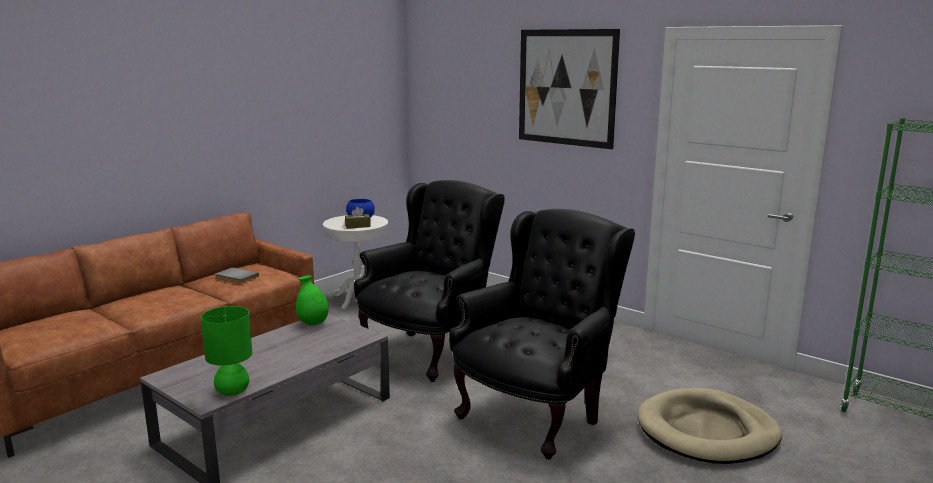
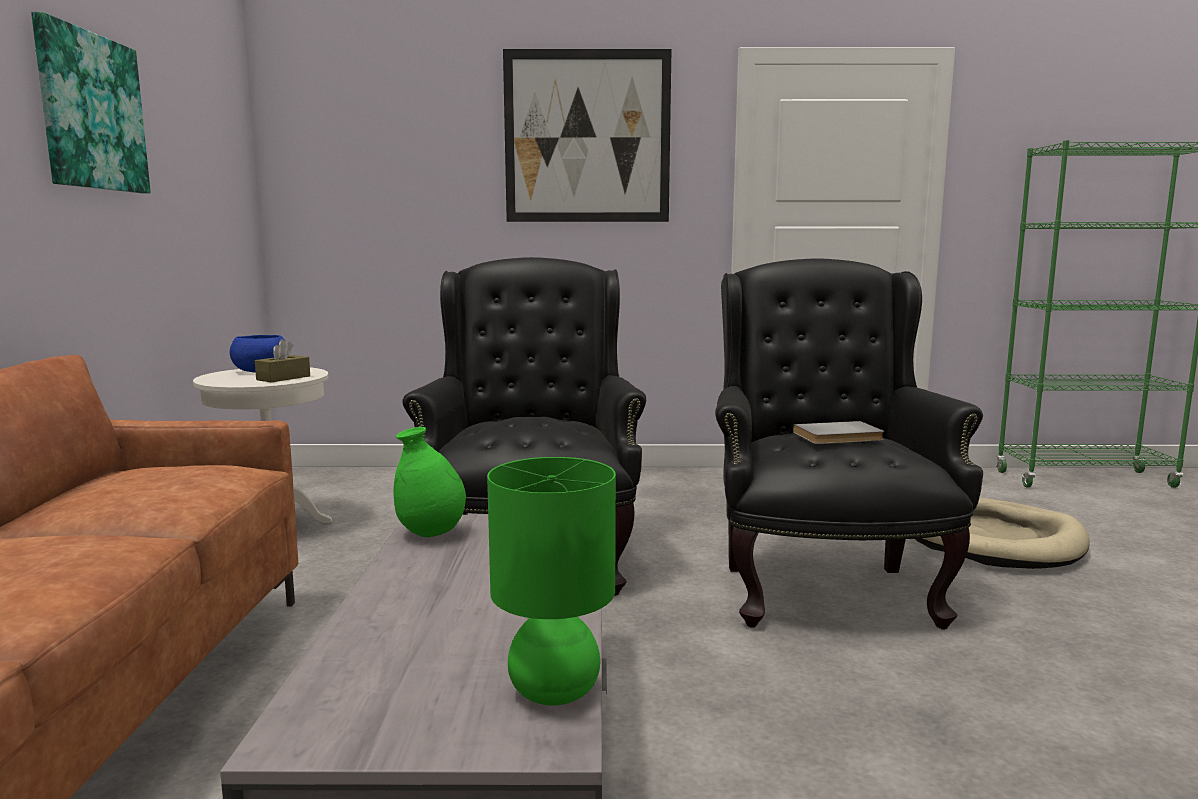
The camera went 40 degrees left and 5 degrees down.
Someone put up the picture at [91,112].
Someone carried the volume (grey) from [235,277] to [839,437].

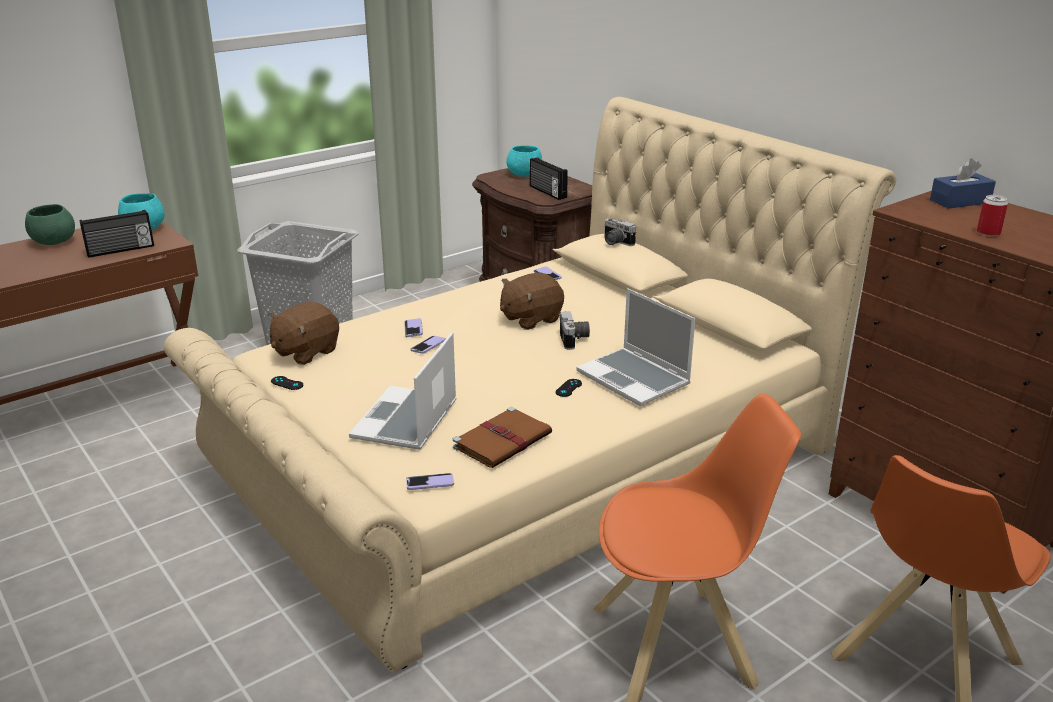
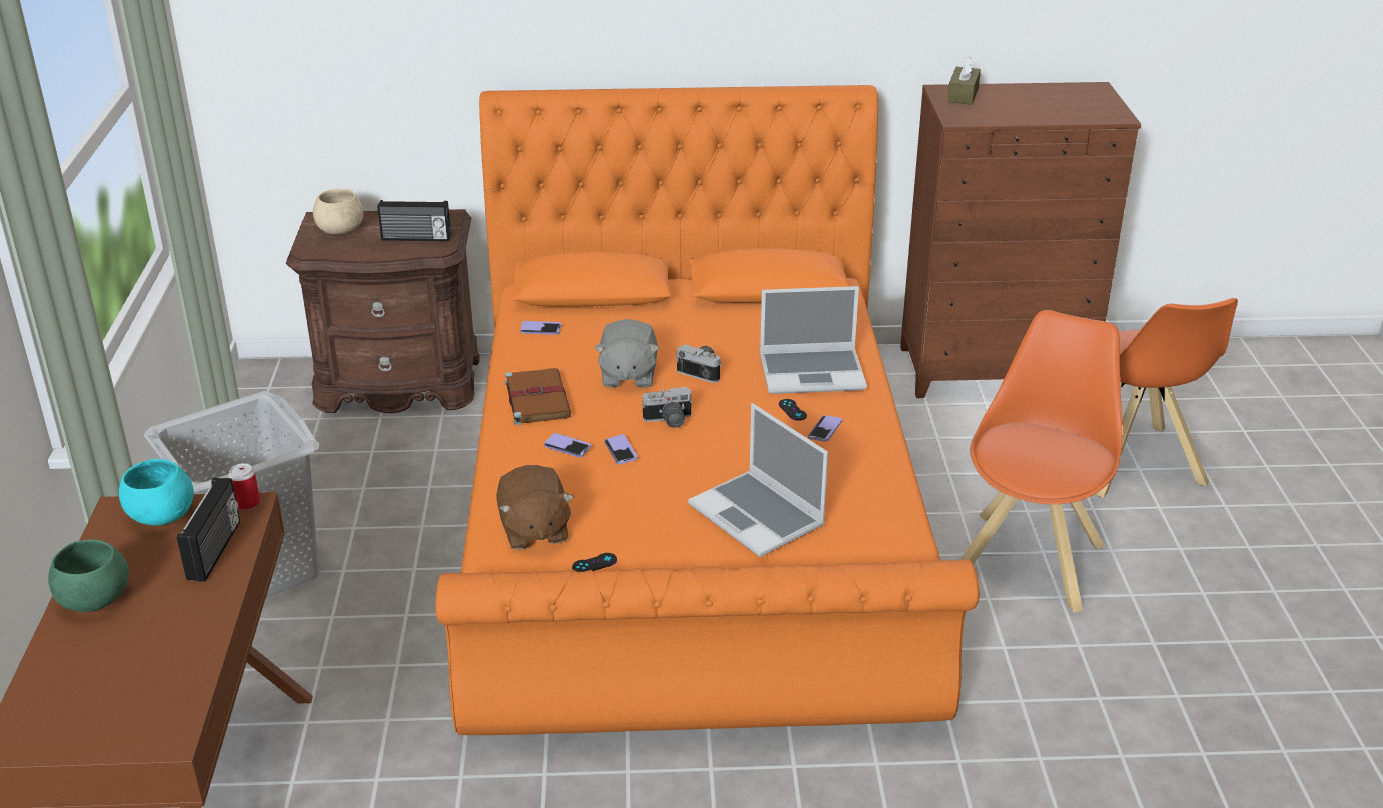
The camera went 55 degrees left and 5 degrees up.
Someone carried the can from [988,233] to [247,503].
Someone repainted the deep dish (turquoise-coloured) at [524,175], which became the deep dish (beige-coloured) at [341,230].
Someone repainted the bedroom bed (beige-coloured) at [526,454], which became the bedroom bed (orange-coloured) at [690,518].
Someone carried the volume (brownish) from [503,440] to [537,398].
Someone repainted the plush toy (brownish) at [530,319], which became the plush toy (grey) at [627,376].
Someone carried the photo camera from [615,242] to [668,421].
Someone carried the telephone from [430,483] to [825,430].
Someone repainted the tissue holder (blue) at [960,201], which became the tissue holder (brownish) at [963,95].

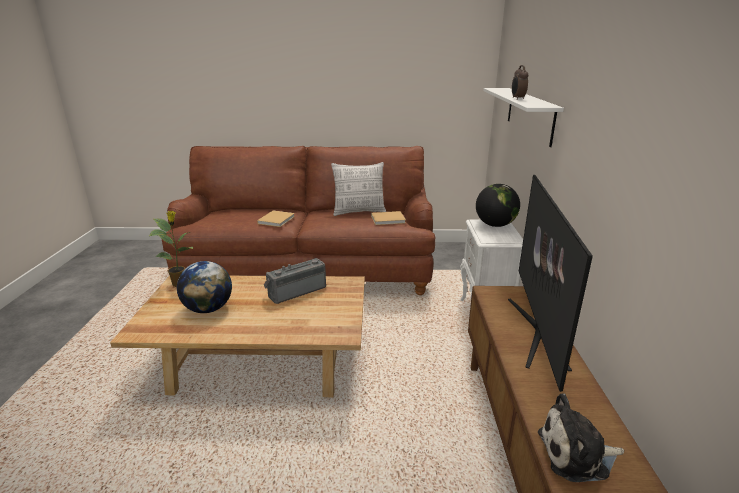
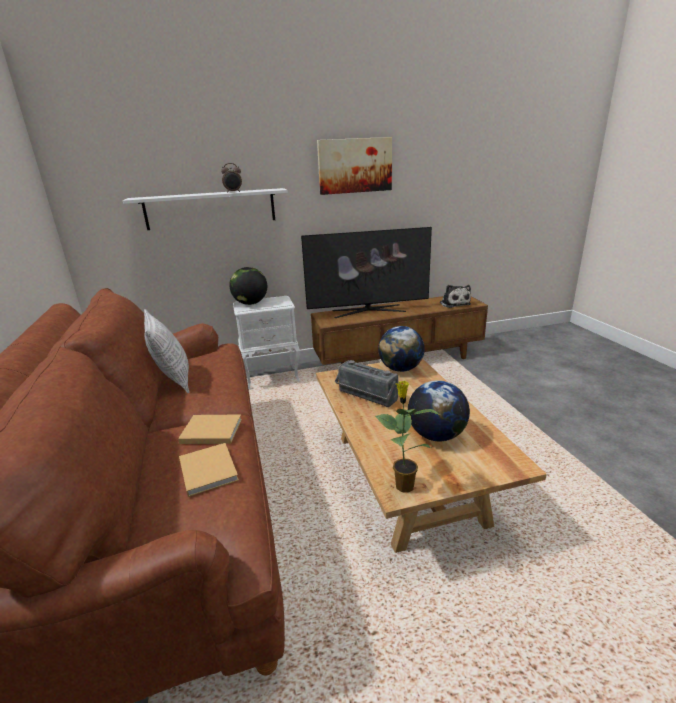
The camera went 105 degrees left and 0 degrees up.
Someone carried the volume (beige-coloured) from [389,219] to [208,469].
Someone put up the picture at [355,166].
Someone put down the world globe at [401,369].

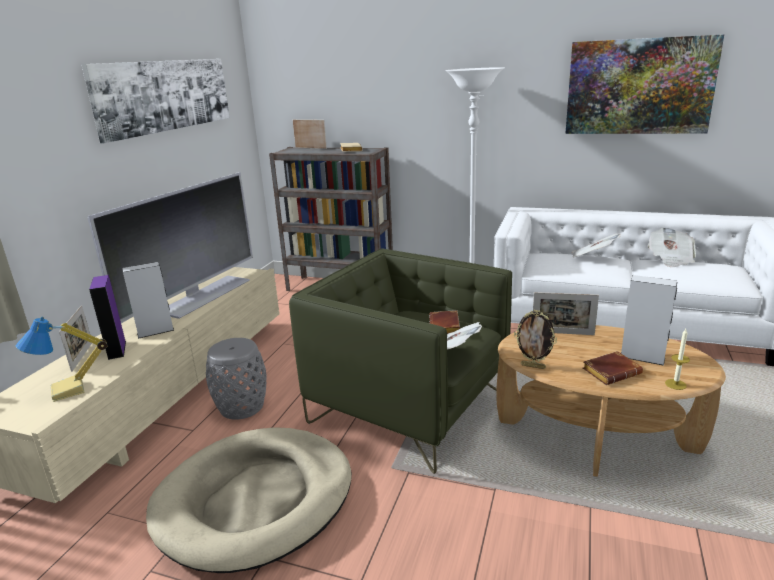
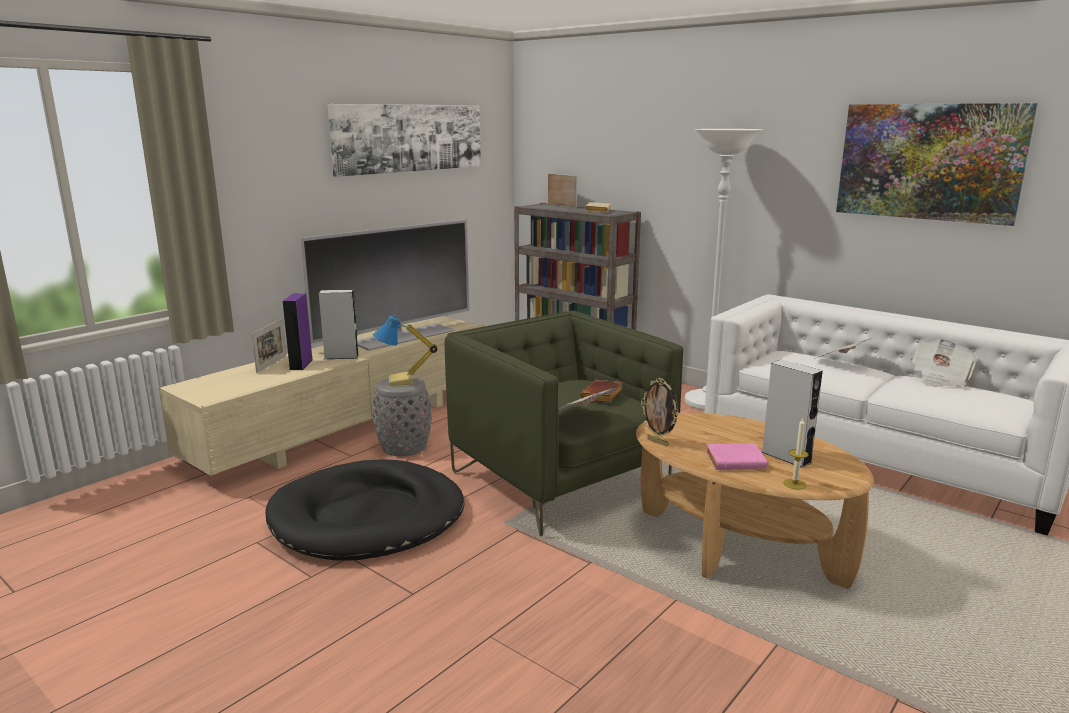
The camera went 20 degrees right and 5 degrees down.
Someone repainted the dog bed (beige-coloured) at [255,500], which became the dog bed (black) at [368,517].
Someone carried the lamp for a table from [68,391] to [401,382].
Someone repainted the volume (brownish) at [611,371], which became the volume (pink) at [736,461].
Someone took away the picture frame at [562,333].

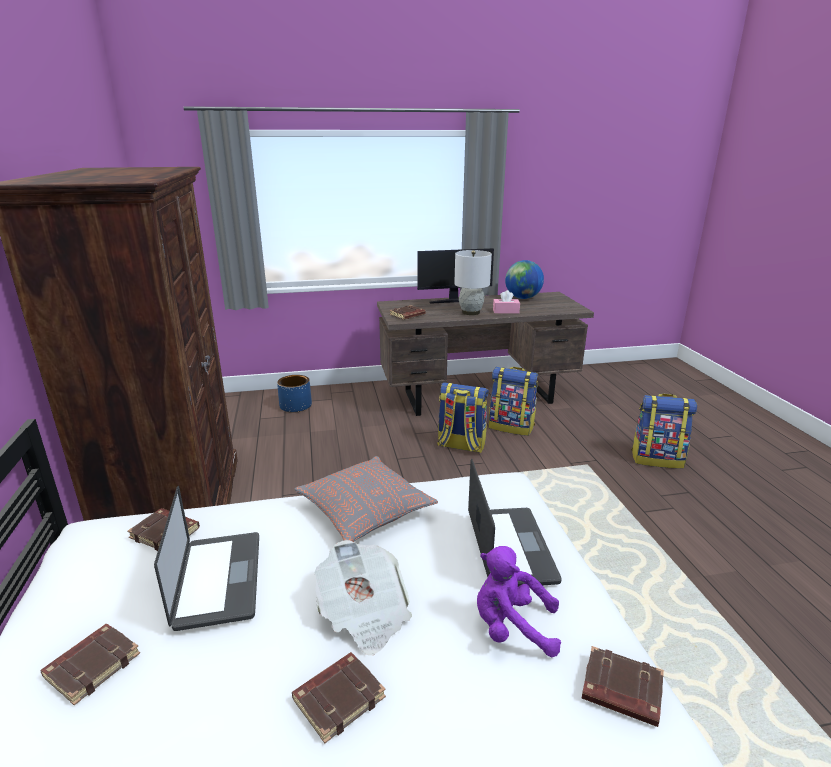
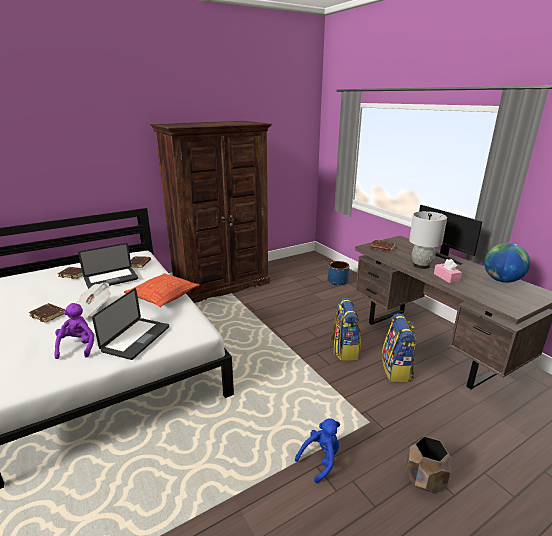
The camera went 70 degrees right and 0 degrees up.
Someone rotated the portable computer at [510,547] by 45 degrees counterclockwise.
Someone repainted the pillow (grey) at [365,511], which became the pillow (orange-coloured) at [163,297].
Someone put down the plush toy (blue) at [321,460].
Someone swapped the backpack at [657,459] for the flower pot (brownish) at [425,479].
Someone took away the volume (brownish) at [620,690].

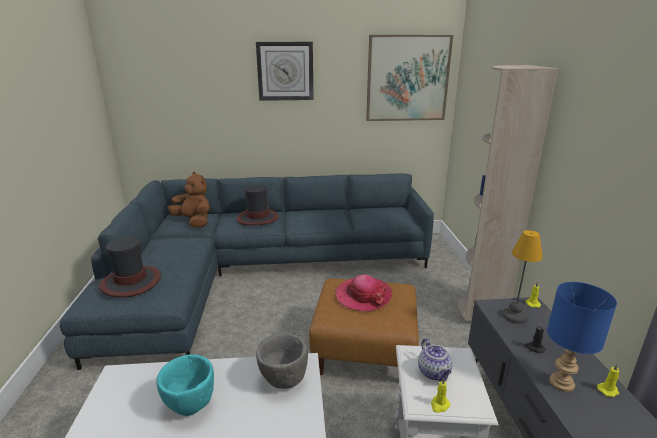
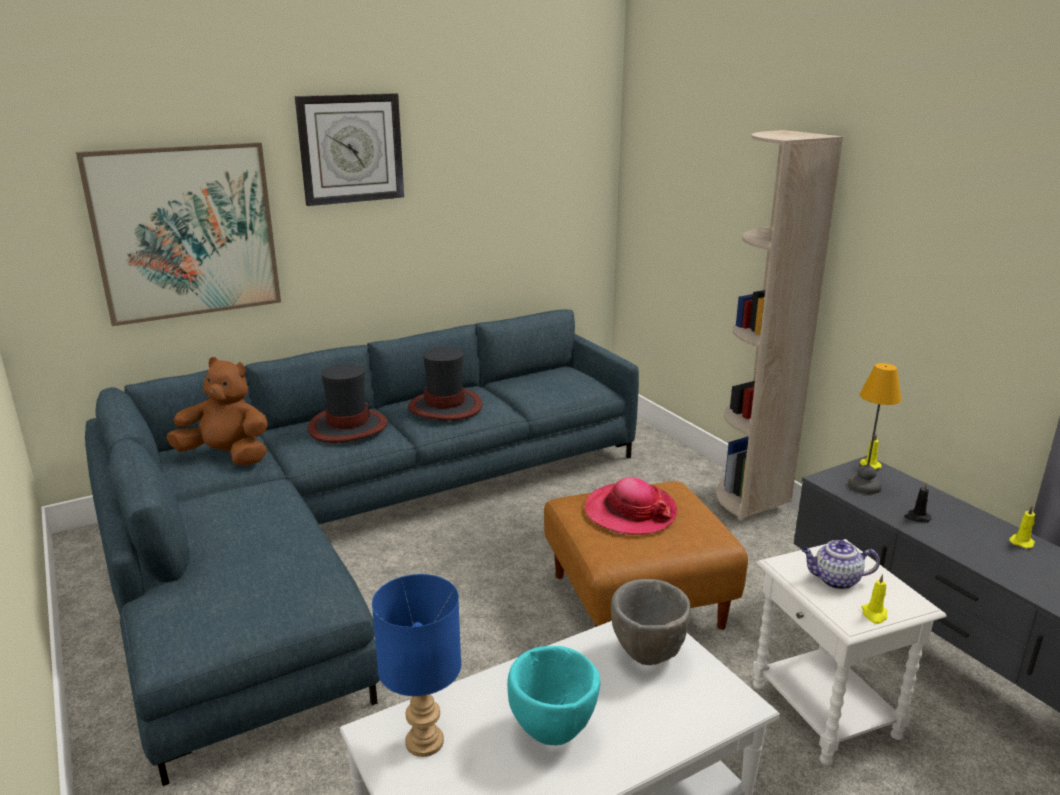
The camera went 25 degrees left and 0 degrees up.
Someone carried the picture from [407,78] to [186,232].
Someone carried the lamp for a table (blue) from [560,383] to [423,742].
Someone carried the wearable hat from [131,282] to [445,406].
Someone rotated the tea pot at [434,373] by 135 degrees clockwise.

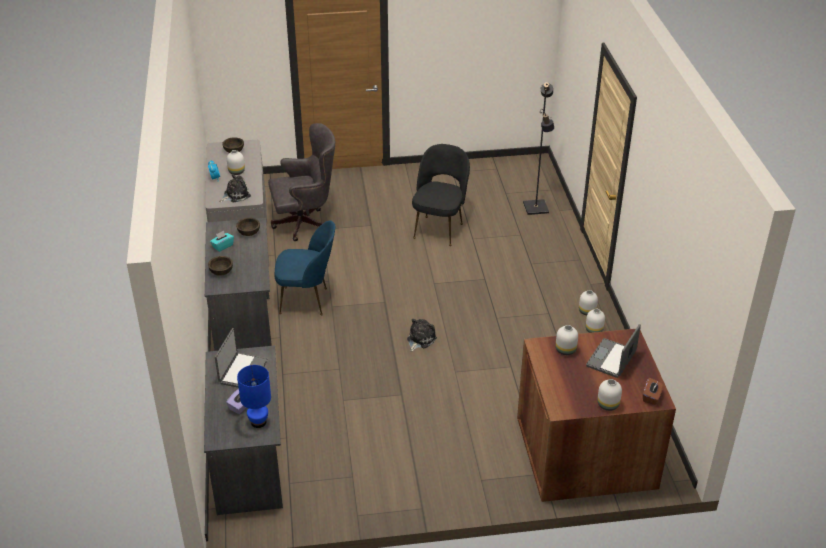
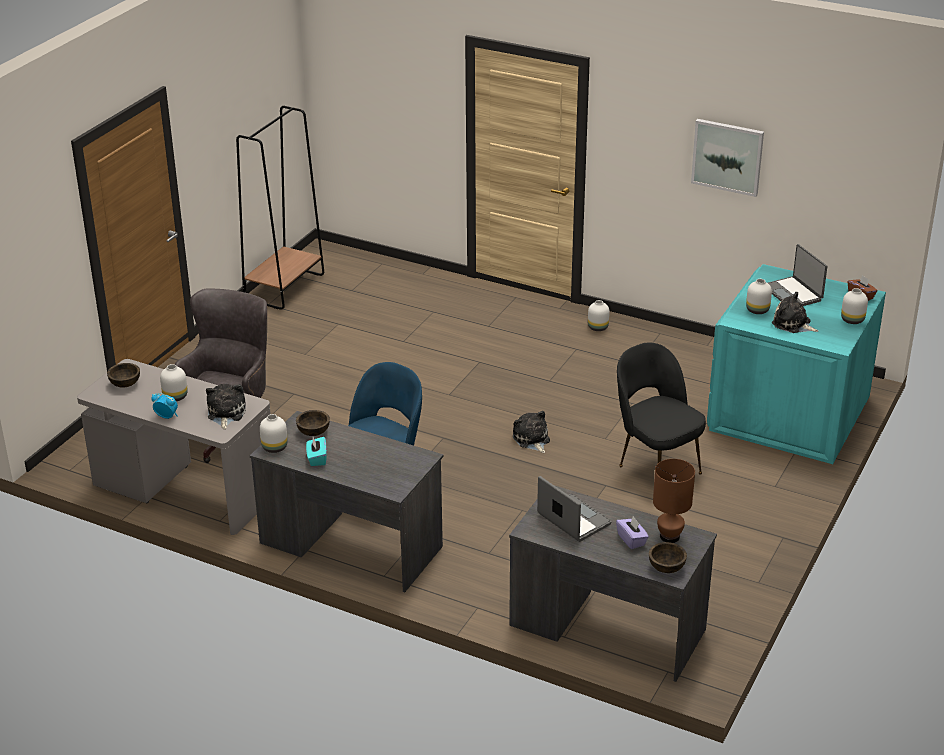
The camera went 55 degrees left and 5 degrees down.
Someone put down the garment rack at [284,288].
Someone carried the flower vase (white-coloured) from [594,330] to [274,447].
Someone carried the upright chair (black) from [440,228] to [656,467].
Someone carried the deep dish (brownish) from [221,272] to [666,567].
Someone repainted the lamp for a table (blue) at [259,422], which became the lamp for a table (brownish) at [669,536].
Someone put up the picture at [727,156].
Someone repainted the chest of drawers (brownish) at [585,451], which became the chest of drawers (turquoise-coloured) at [788,412].
Someone put down the plush toy at [793,324].
Someone took away the standard lamp (black) at [535,208].

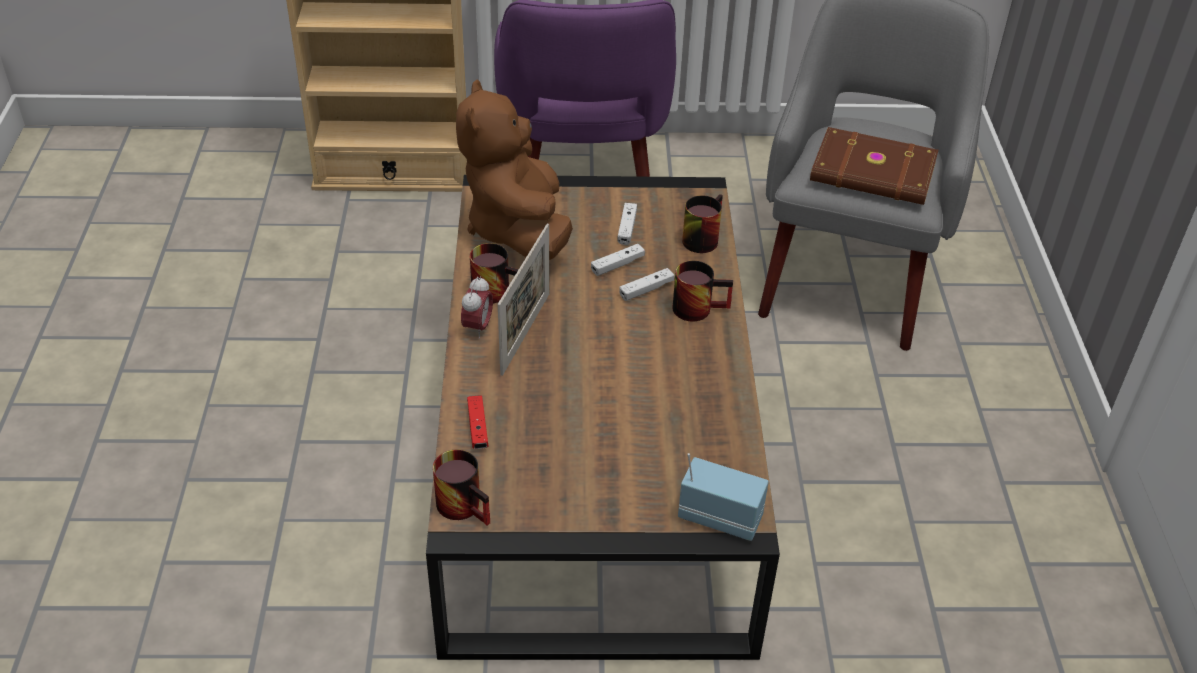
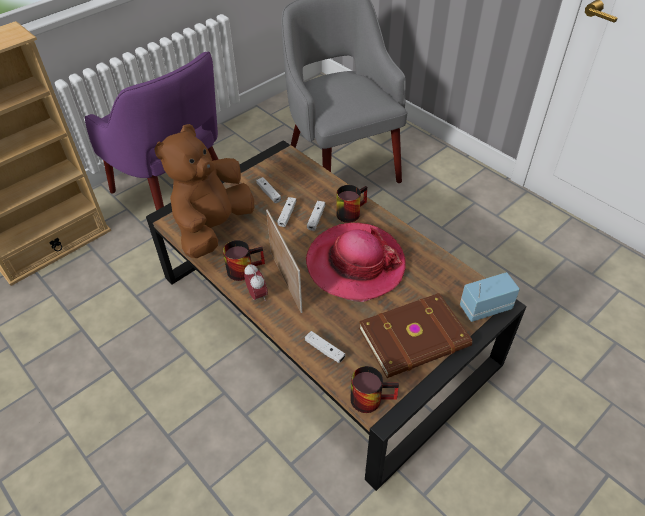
The camera went 40 degrees left and 5 degrees up.
Someone rotated the plush toy (brownish) at [518,229] by 75 degrees clockwise.
Someone repainted the gamepad (red) at [477,428], which became the gamepad (white-coloured) at [324,350].
Someone put down the wearable hat at [355,264].
Someone carried the volume (brownish) from [873,173] to [415,339].
Someone took away the coffee mug at [700,237].

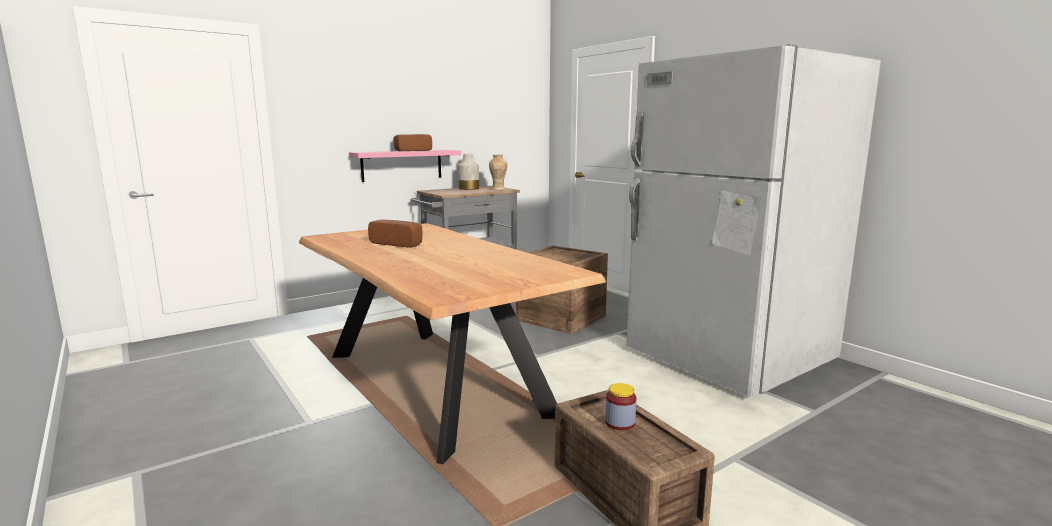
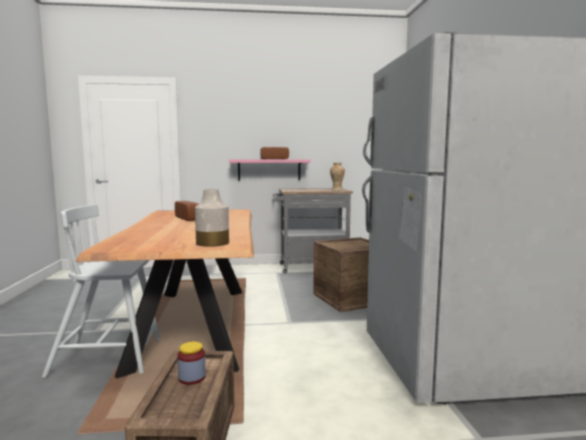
The camera went 30 degrees right and 5 degrees down.
Someone put down the upright chair (white-coloured) at [109,357].
Someone carried the flower vase (beige-coloured) from [469,188] to [212,243].

